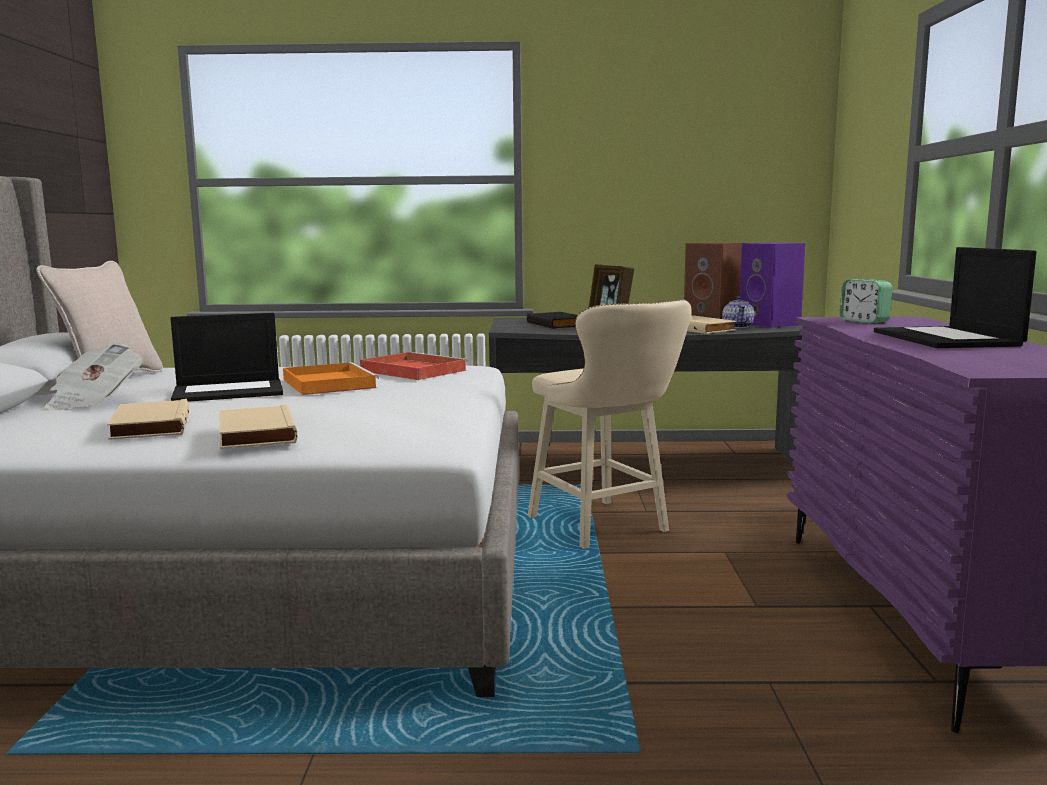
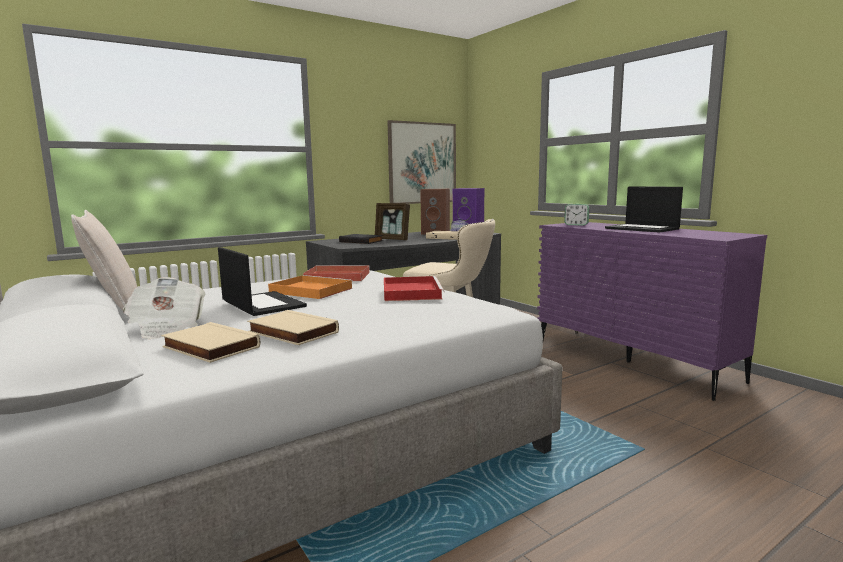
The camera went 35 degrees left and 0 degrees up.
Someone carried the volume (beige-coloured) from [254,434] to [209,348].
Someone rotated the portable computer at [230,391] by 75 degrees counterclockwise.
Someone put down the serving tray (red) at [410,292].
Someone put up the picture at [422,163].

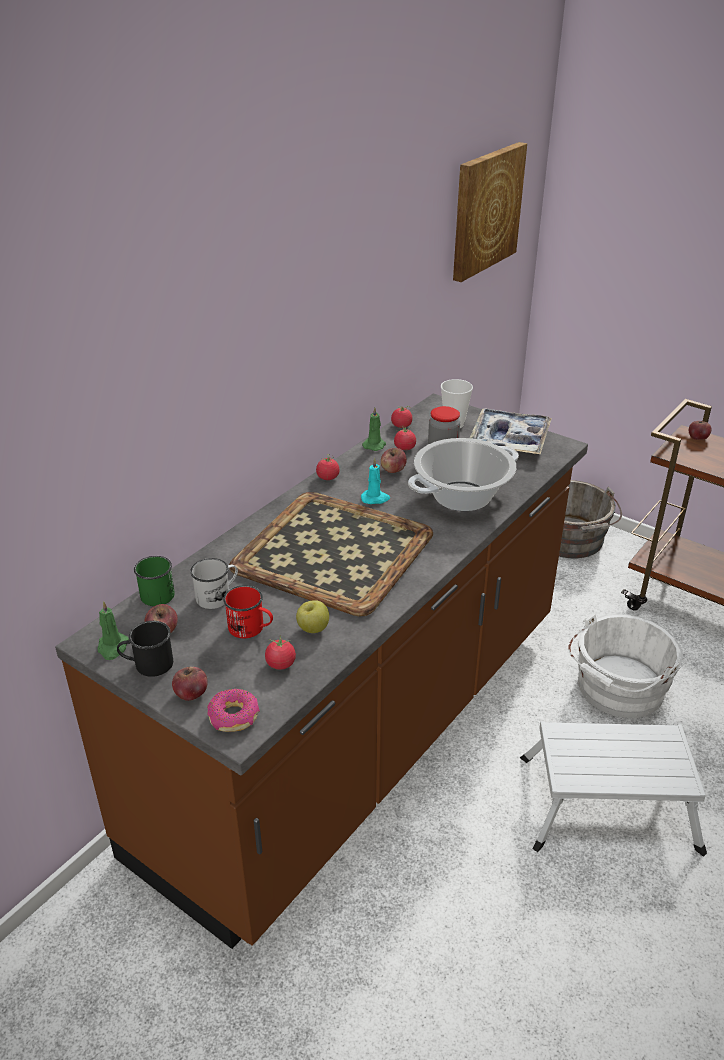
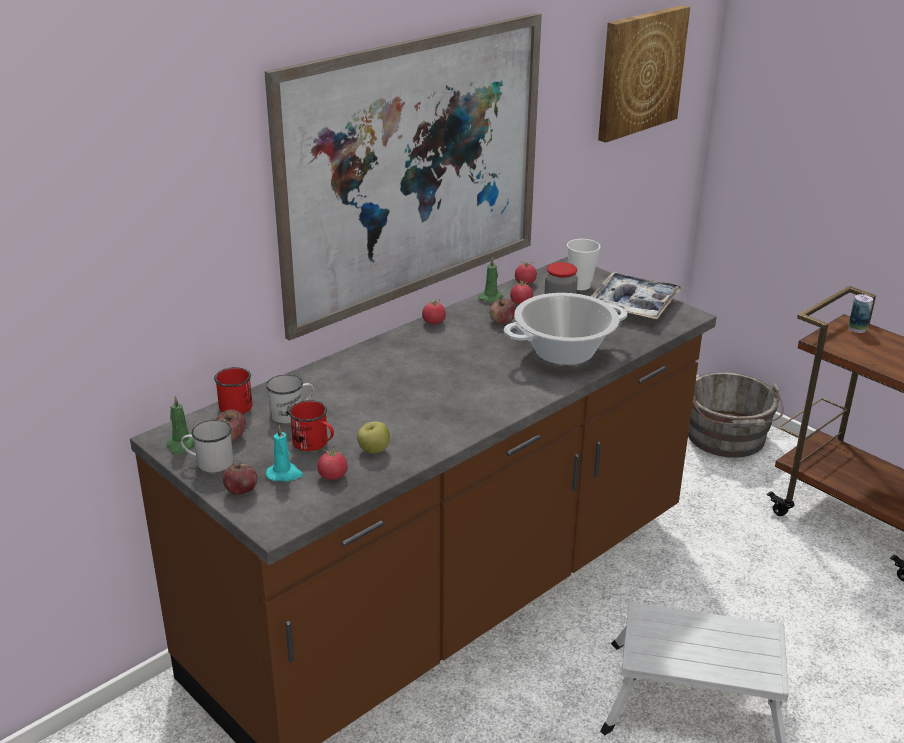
The camera went 10 degrees right and 5 degrees down.
Someone repainted the coffee mug (black) at [148,664], which became the coffee mug (white-coloured) at [209,462].
Someone repainted the coffee mug (green-coloured) at [156,592], which became the coffee mug (red) at [236,404].
Someone put up the picture at [415,170].
Someone carried the wax candle (turquoise-coloured) from [375,498] to [285,474].
Someone swapped the apple fruit at [697,438] for the can at [857,329].
Someone took away the ring doughnut at [234,717].
Someone took away the serving tray at [333,550].
Someone took away the pail (white-coloured) at [617,689].

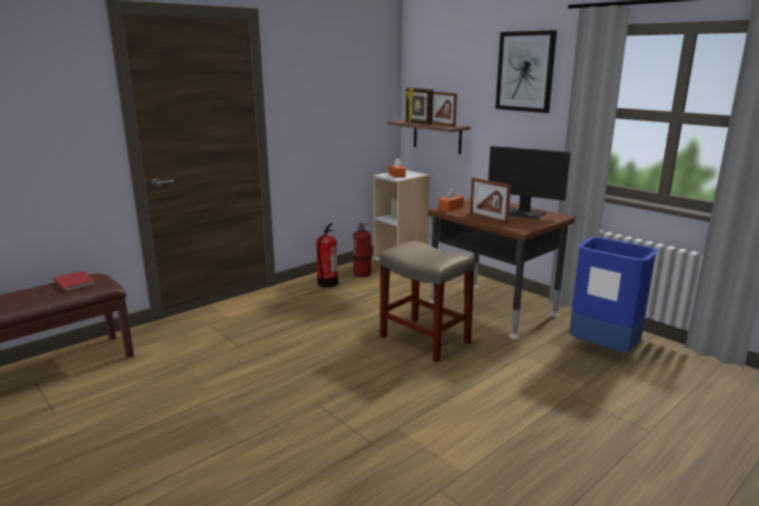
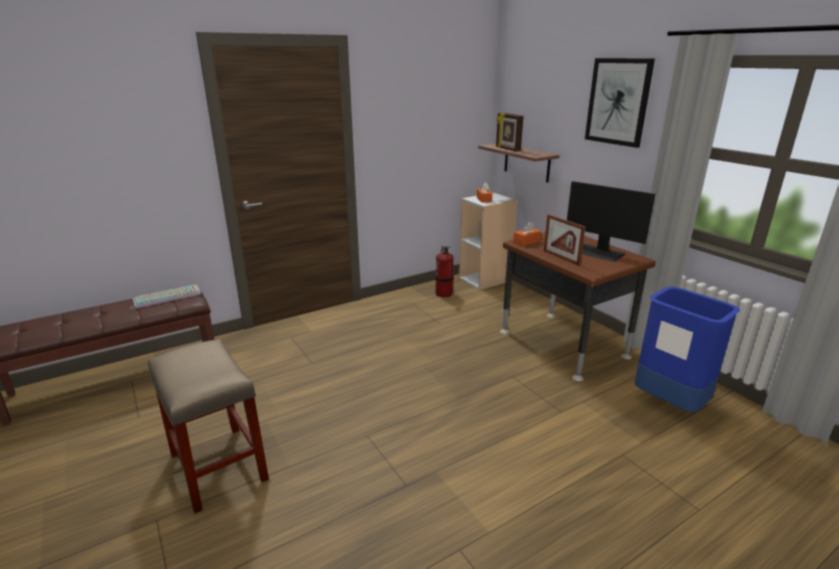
The camera went 10 degrees right and 5 degrees up.
Someone swapped the volume (red) at [75,283] for the keyboard at [168,296].
Someone carried the stool (beige-coloured) from [423,339] to [217,466].
Someone took away the extinguisher at [327,283].
Someone took away the picture frame at [442,124].

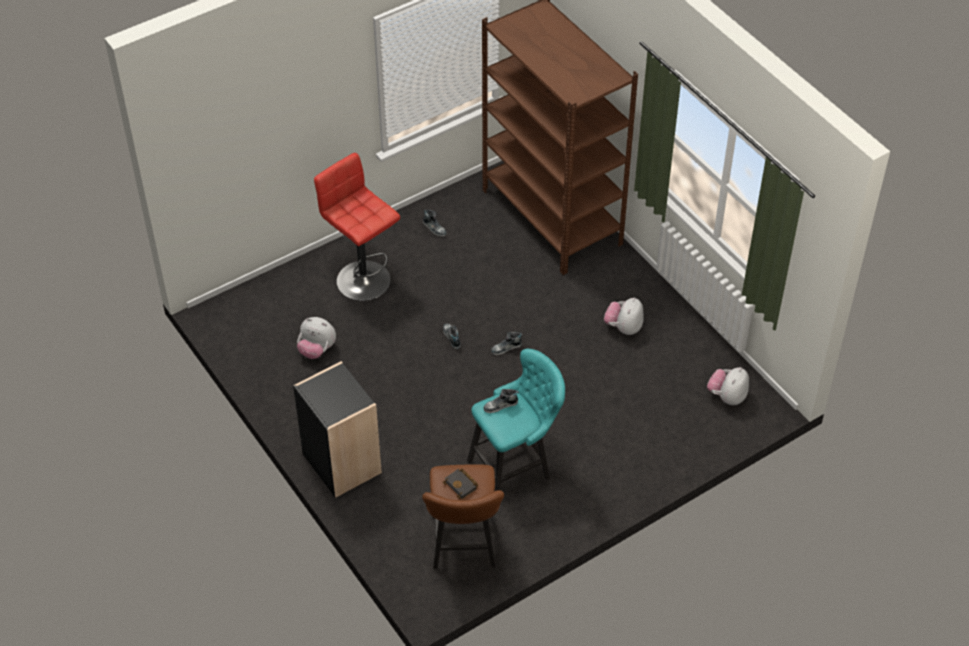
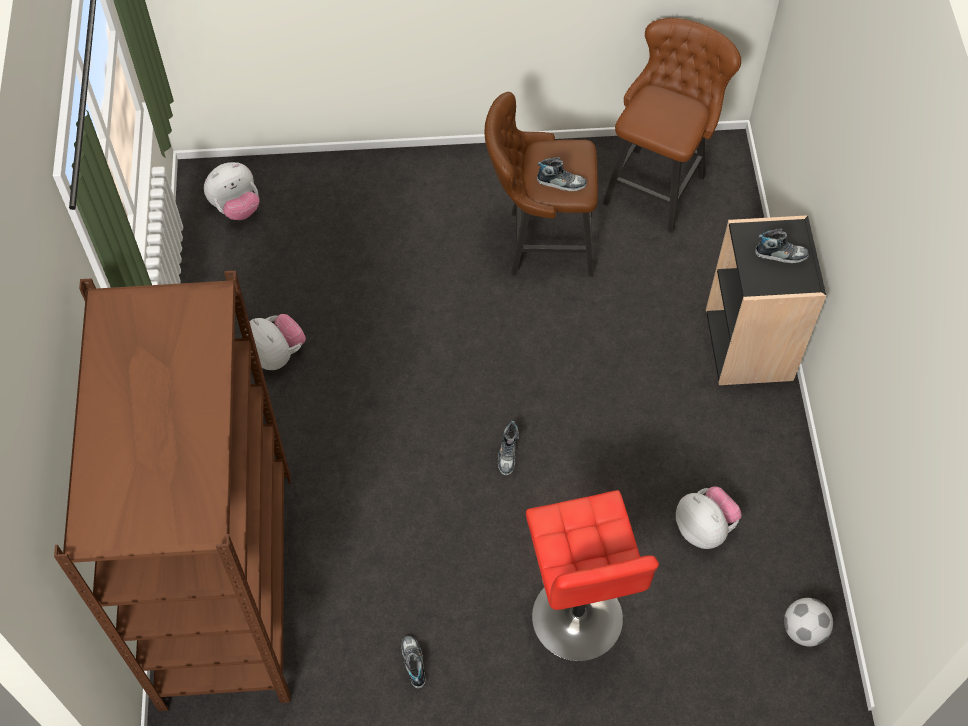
The camera went 150 degrees left and 10 degrees up.
Someone rotated the plush toy at [623,327] by 90 degrees counterclockwise.
Someone repainted the stool (turquoise-coloured) at [517,465], which became the stool (brownish) at [538,243].
Someone carried the shoe from [506,348] to [781,254].
Someone put down the ball for football at [803,630].
Someone took away the volume (black) at [462,485].

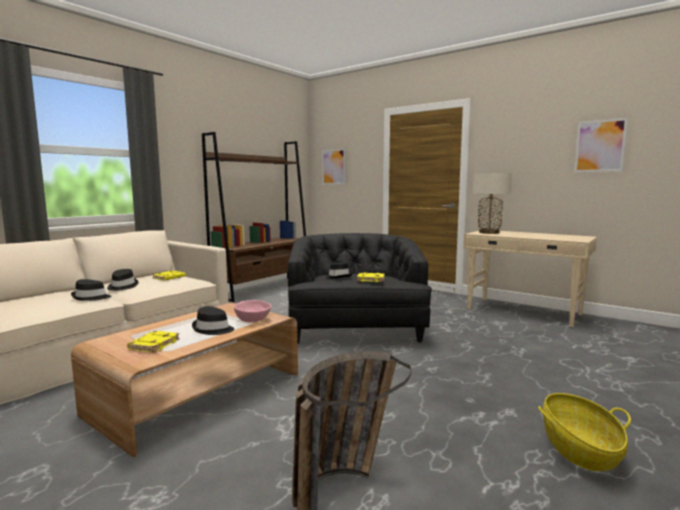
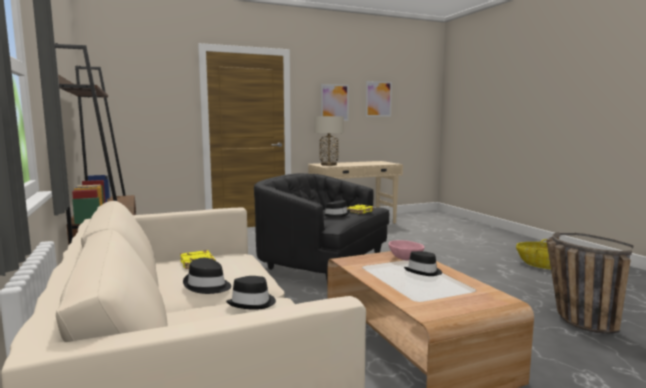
The camera went 60 degrees left and 0 degrees up.
Someone carried the picture from [333,167] to [334,102].
Someone took away the volume (yellow) at [154,344].

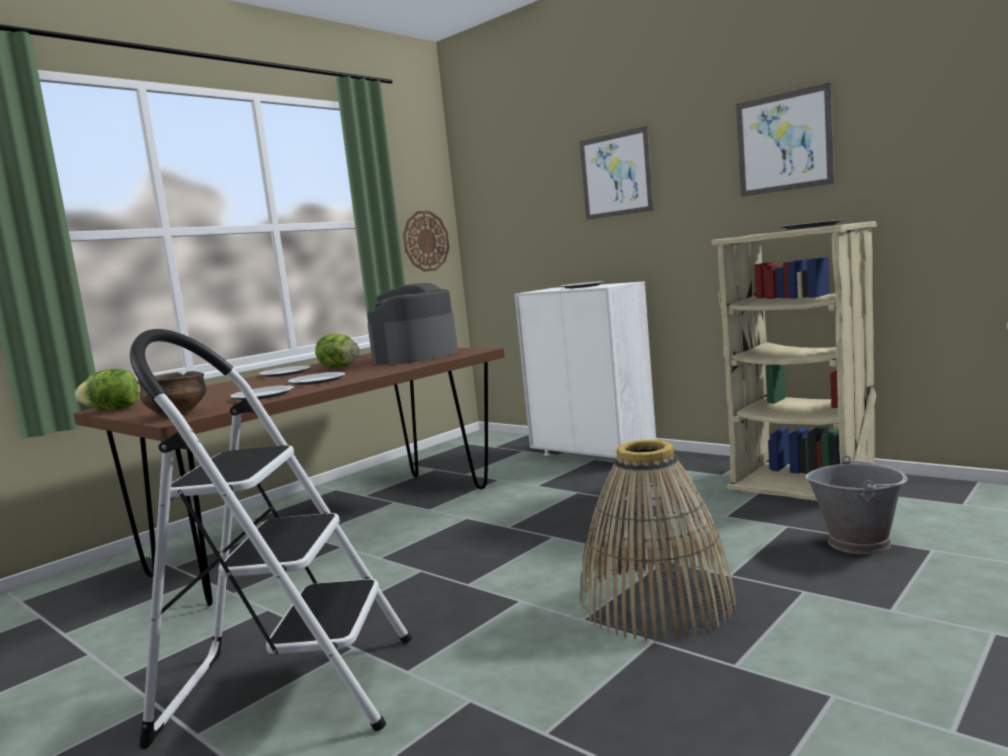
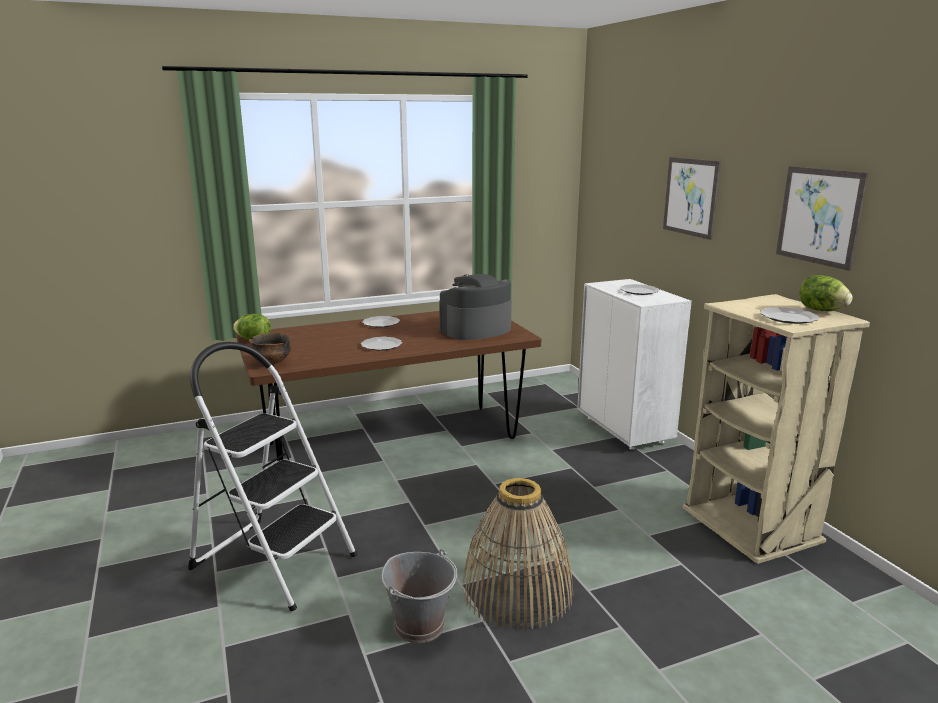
The camera went 25 degrees right and 10 degrees up.
Someone carried the pail (grey) from [859,542] to [420,625].
Someone carried the lettuce head from [339,367] to [821,310].
Someone took away the flat dish at [262,395].
Someone took away the wall clock at [426,241].

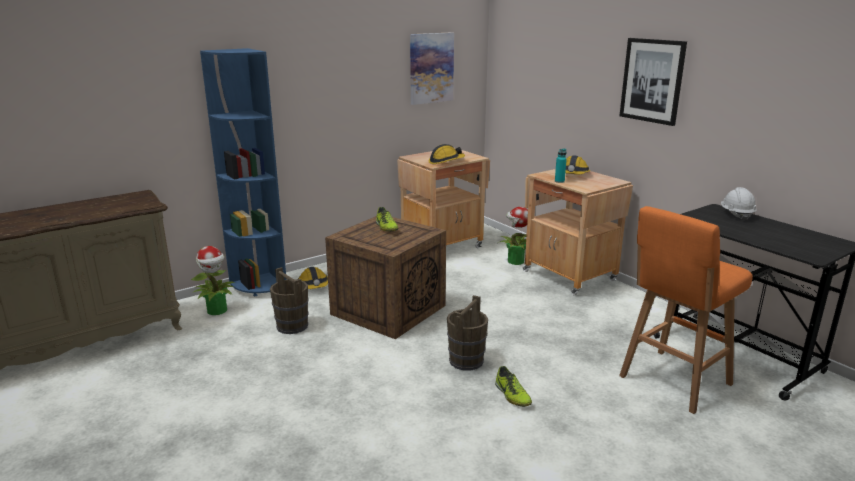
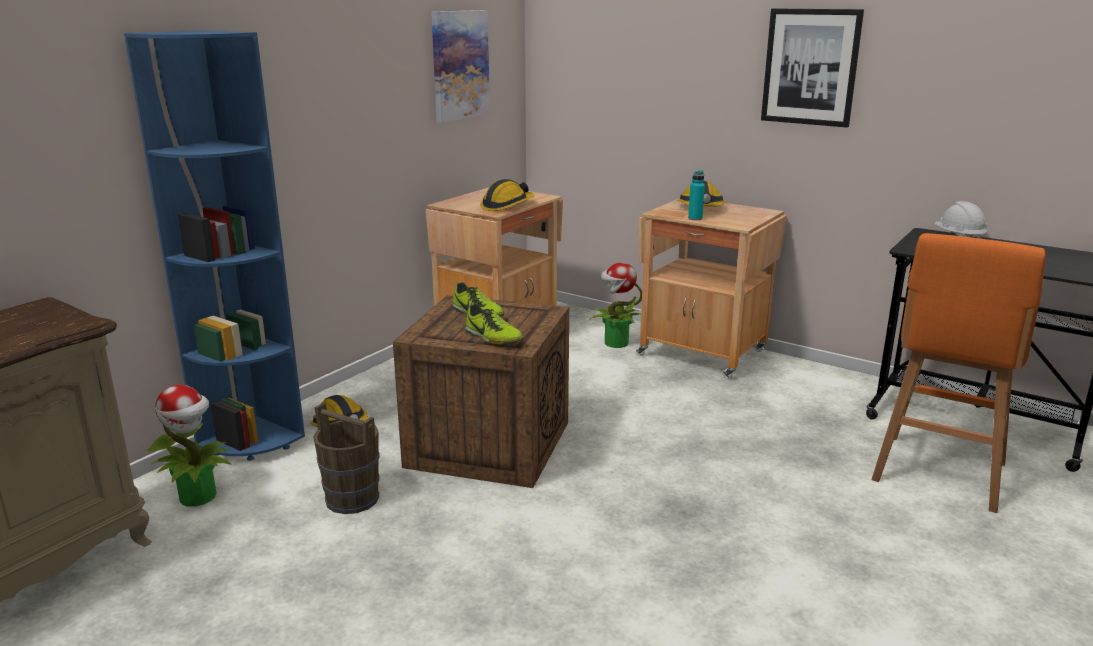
The camera went 20 degrees left and 0 degrees up.
Someone carried the shoe from [512,395] to [493,338].
Someone took away the pail (brownish) at [466,360].

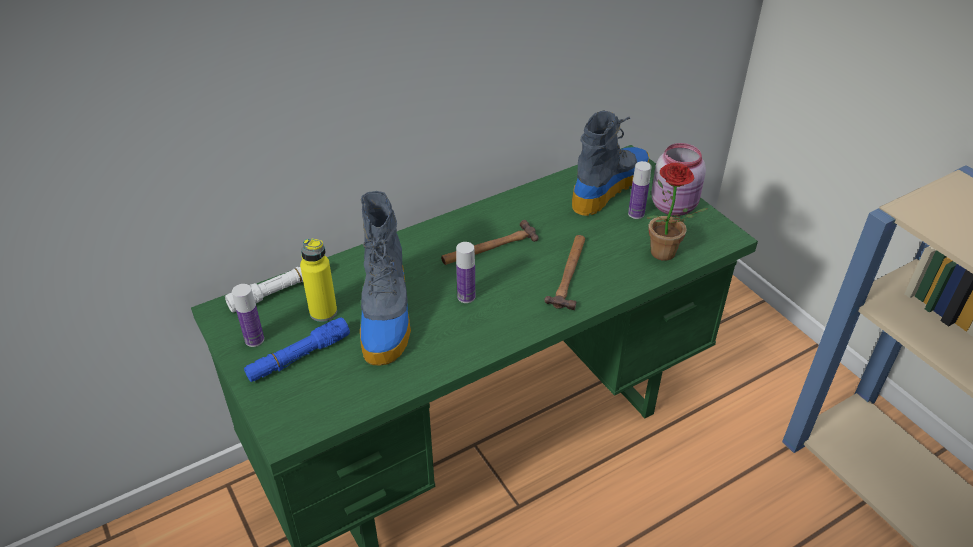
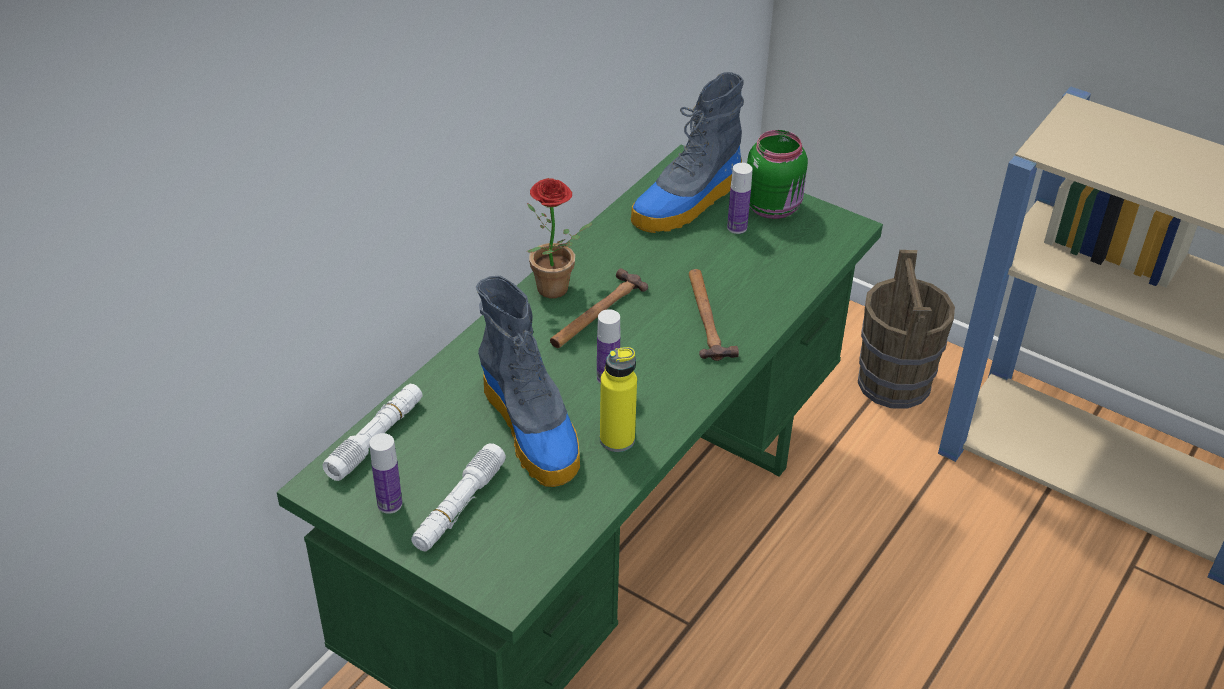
The camera went 25 degrees left and 0 degrees up.
Someone repainted the flashlight (blue) at [298,357], which became the flashlight (white-coloured) at [459,506].
Someone carried the potted plant from [663,256] to [554,293].
Someone carried the bottle (yellow) from [323,312] to [617,439].
Someone rotated the boot at [609,186] by 150 degrees counterclockwise.
Someone repainted the jar (pink) at [675,206], which became the jar (green-coloured) at [774,207].
Someone put down the pail (brownish) at [894,383].

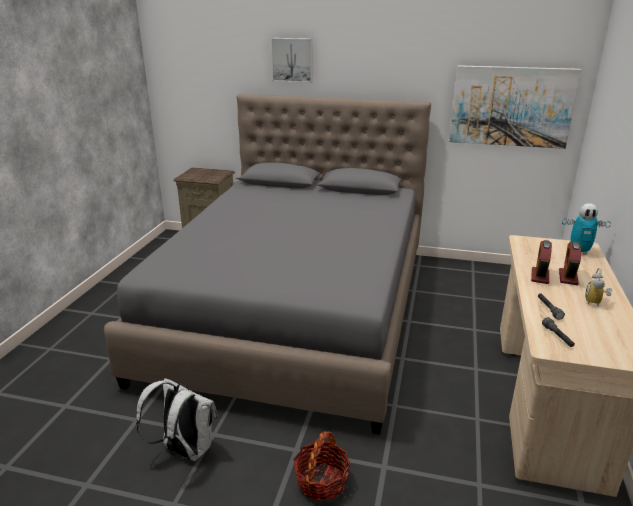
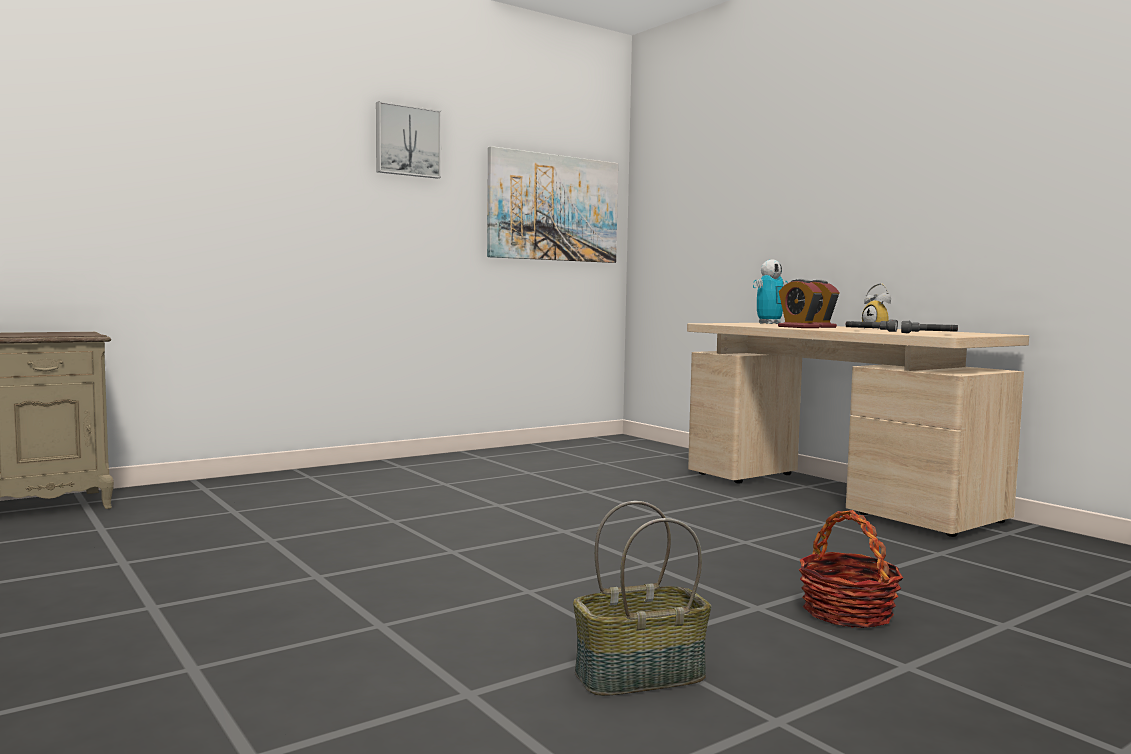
The camera went 50 degrees left and 20 degrees down.
Someone carried the picture from [292,60] to [407,141].
Someone swapped the backpack (white-coloured) at [184,450] for the basket at [639,676].
Someone took away the bedroom bed (grey) at [297,309].

